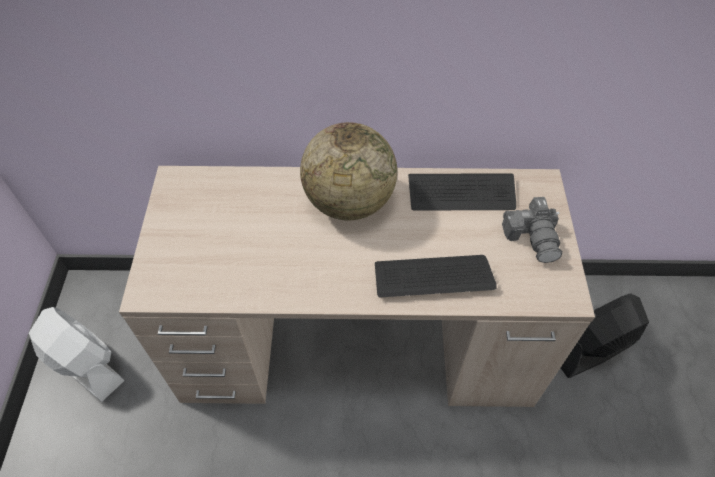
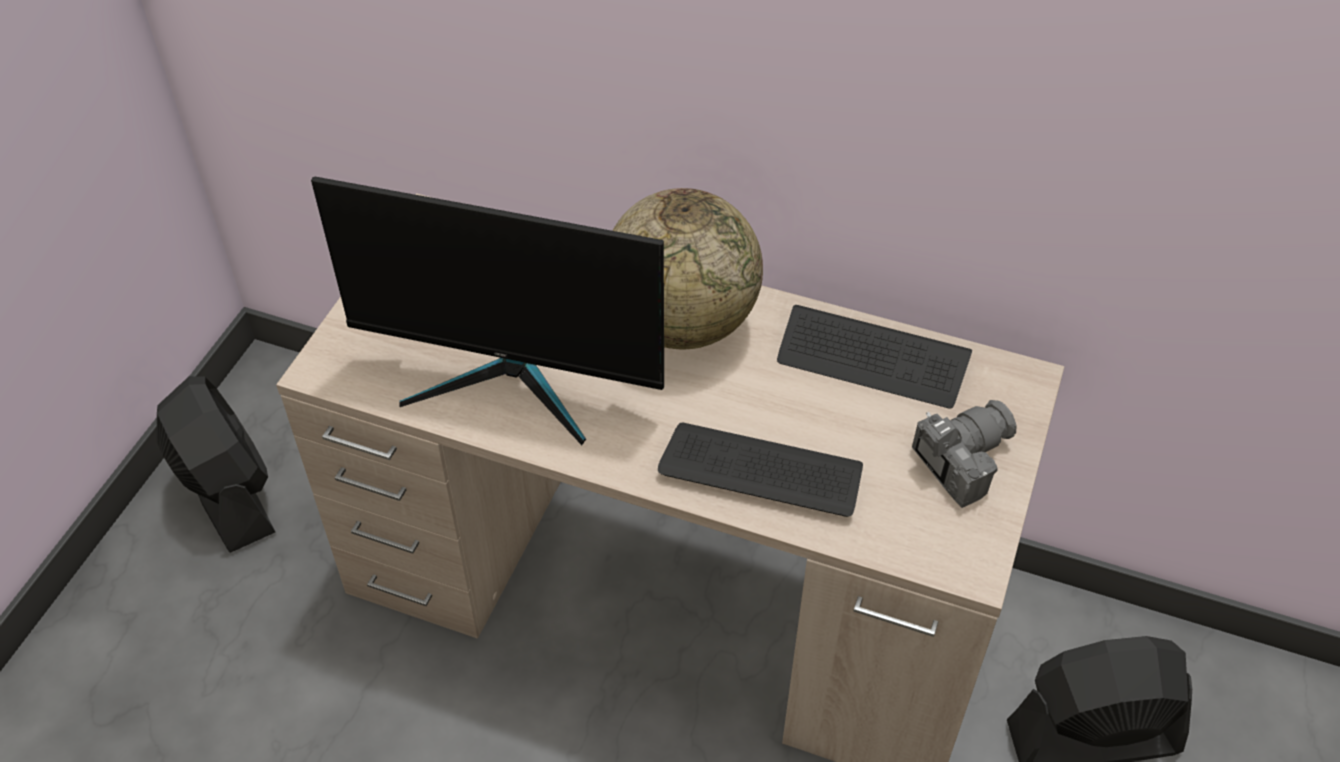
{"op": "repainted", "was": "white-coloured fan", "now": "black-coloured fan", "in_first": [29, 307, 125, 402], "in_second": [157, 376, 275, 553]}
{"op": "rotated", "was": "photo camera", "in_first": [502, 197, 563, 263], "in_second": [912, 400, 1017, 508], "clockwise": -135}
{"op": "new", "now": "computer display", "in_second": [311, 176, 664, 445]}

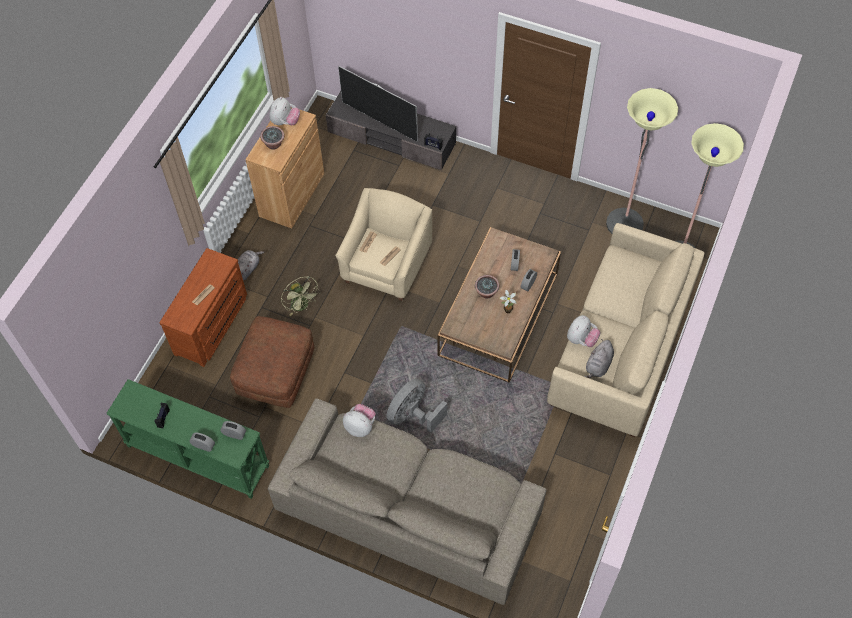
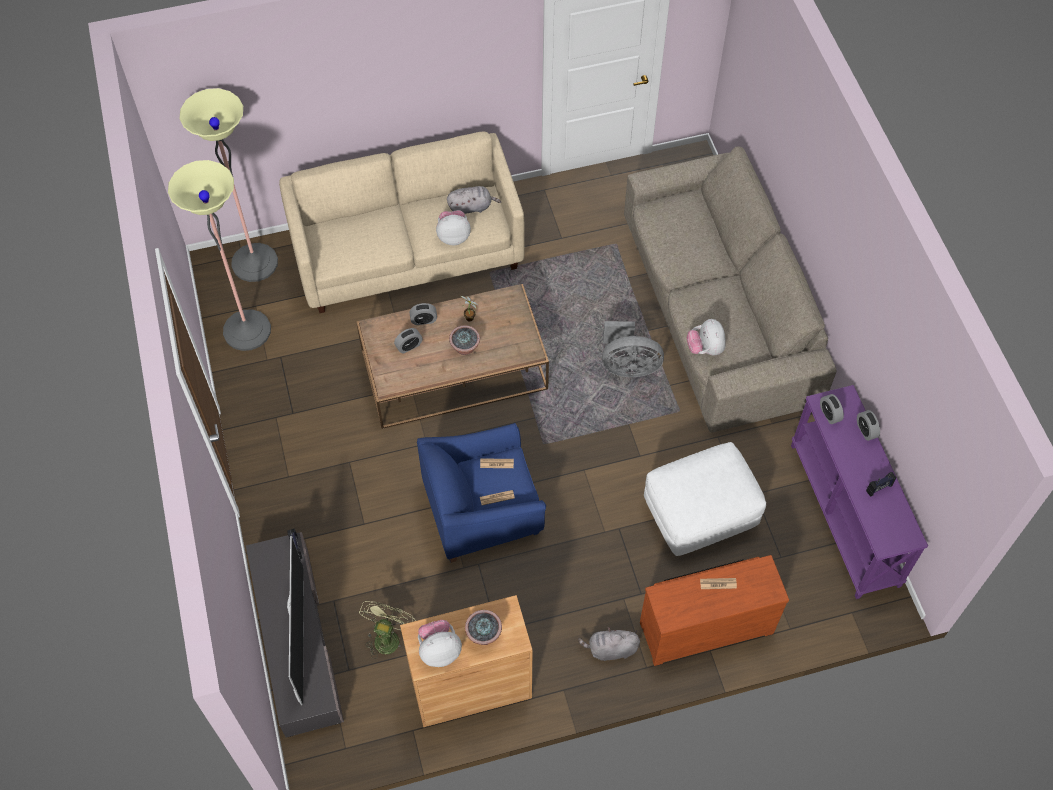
{"op": "repainted", "was": "green-coloured hall table", "now": "purple hall table", "in_first": [106, 379, 269, 499], "in_second": [791, 385, 928, 599]}
{"op": "repainted", "was": "brown-coloured footrest", "now": "white-coloured footrest", "in_first": [230, 316, 314, 408], "in_second": [644, 442, 766, 556]}
{"op": "shifted", "was": "green-coloured fan", "in_first": [281, 276, 319, 316], "in_second": [359, 601, 416, 659]}
{"op": "repainted", "was": "sand-coloured lounge chair", "now": "blue lounge chair", "in_first": [335, 188, 432, 301], "in_second": [417, 423, 546, 563]}

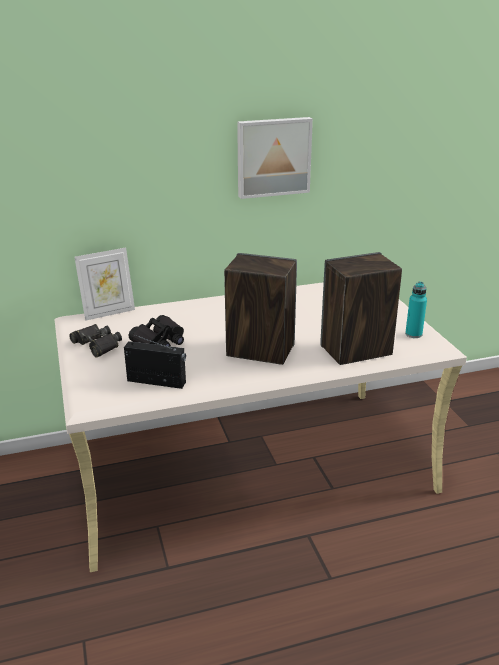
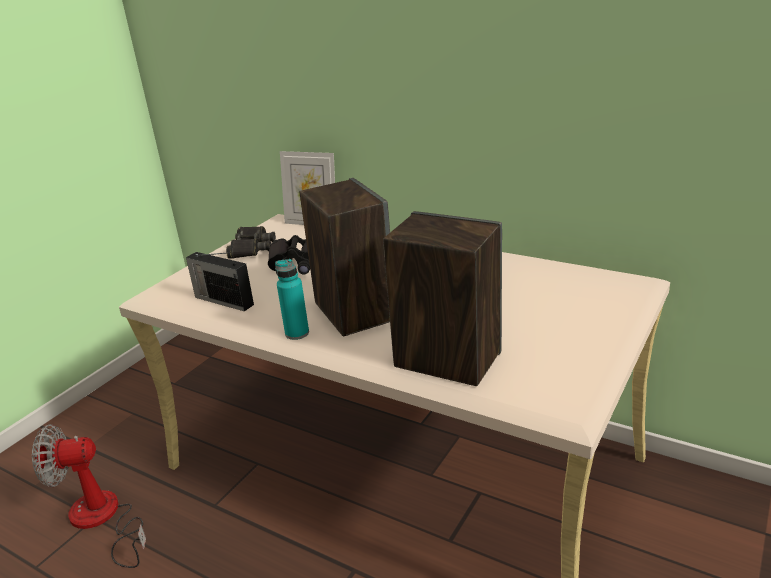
{"op": "rotated", "was": "radio receiver", "in_first": [124, 335, 186, 389], "in_second": [186, 252, 254, 311], "clockwise": 150}
{"op": "gone", "was": "picture", "in_first": [237, 117, 313, 199]}
{"op": "shifted", "was": "blue-green drink bottle", "in_first": [405, 282, 427, 338], "in_second": [275, 259, 309, 340]}
{"op": "new", "now": "fan", "in_second": [32, 424, 146, 568]}

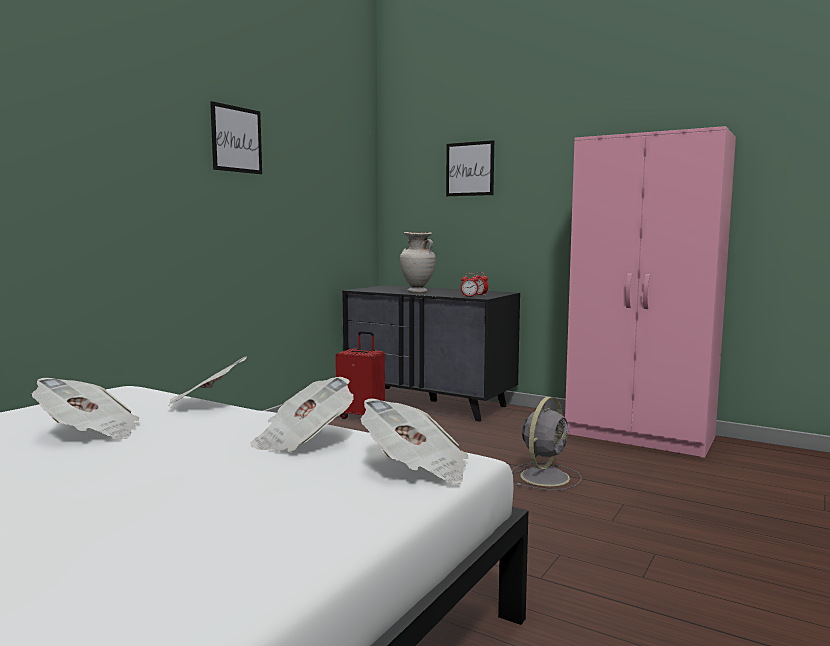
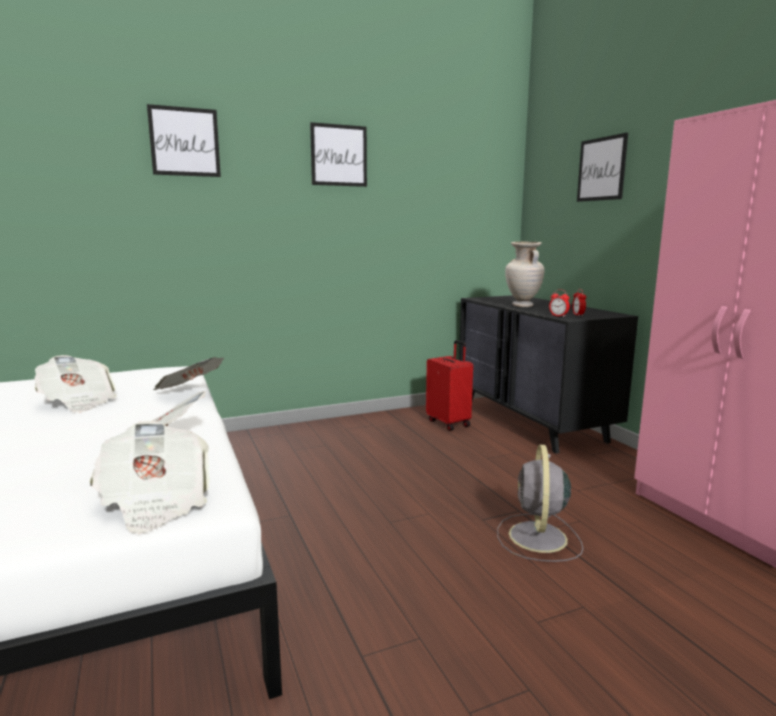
{"op": "rotated", "was": "gray fan", "in_first": [512, 397, 582, 491], "in_second": [497, 445, 583, 562], "clockwise": 120}
{"op": "new", "now": "picture", "in_second": [147, 104, 221, 177]}

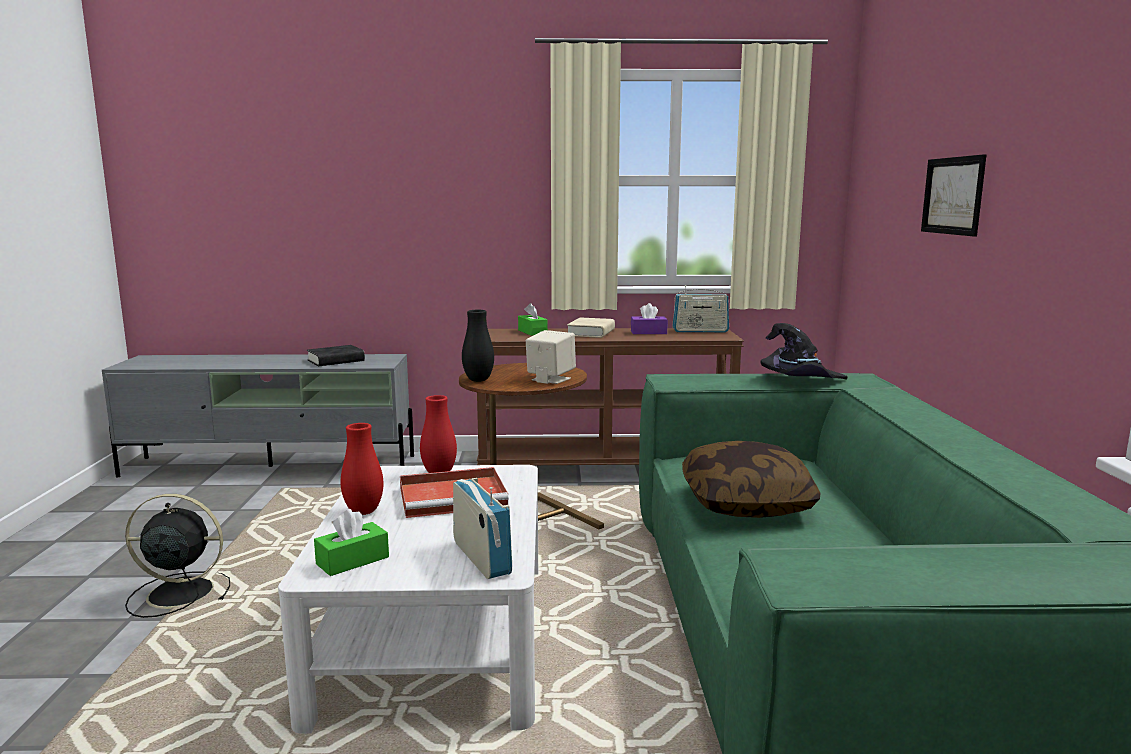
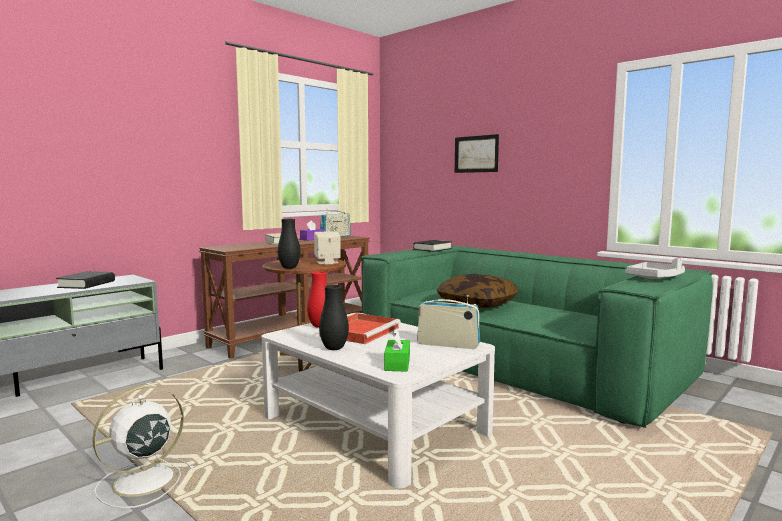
{"op": "repainted", "was": "black-coloured fan", "now": "white-coloured fan", "in_first": [125, 494, 230, 618], "in_second": [93, 386, 194, 508]}
{"op": "repainted", "was": "red vase", "now": "black-coloured vase", "in_first": [340, 423, 384, 515], "in_second": [319, 285, 349, 350]}
{"op": "gone", "was": "green-coloured tissue holder", "in_first": [518, 303, 548, 336]}
{"op": "swapped", "was": "black-coloured clothing hat", "now": "black-coloured book", "in_first": [761, 323, 848, 380], "in_second": [413, 240, 452, 252]}
{"op": "new", "now": "gray serving tray", "in_second": [625, 257, 685, 279]}

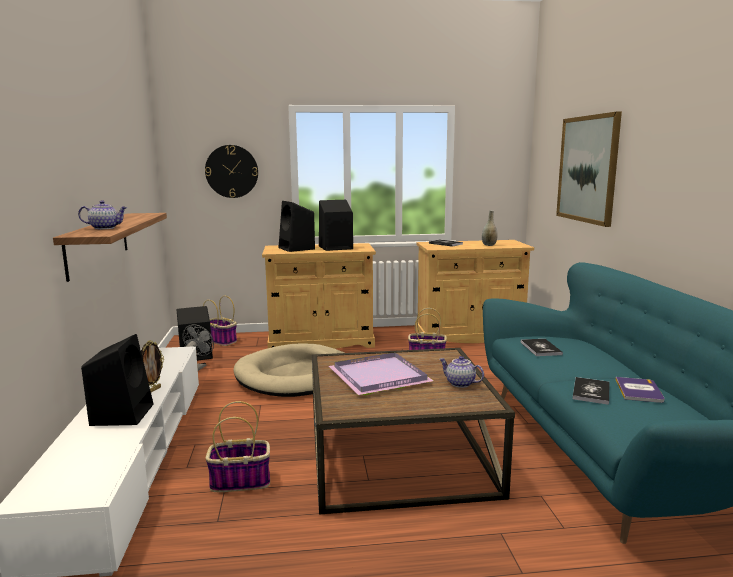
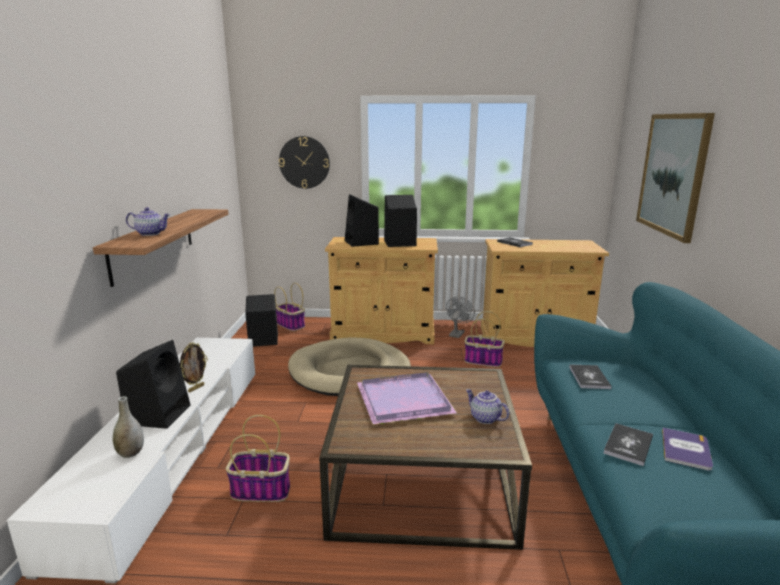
{"op": "shifted", "was": "gray fan", "in_first": [183, 325, 214, 371], "in_second": [446, 297, 475, 338]}
{"op": "shifted", "was": "gray vase", "in_first": [482, 210, 498, 246], "in_second": [113, 396, 144, 458]}

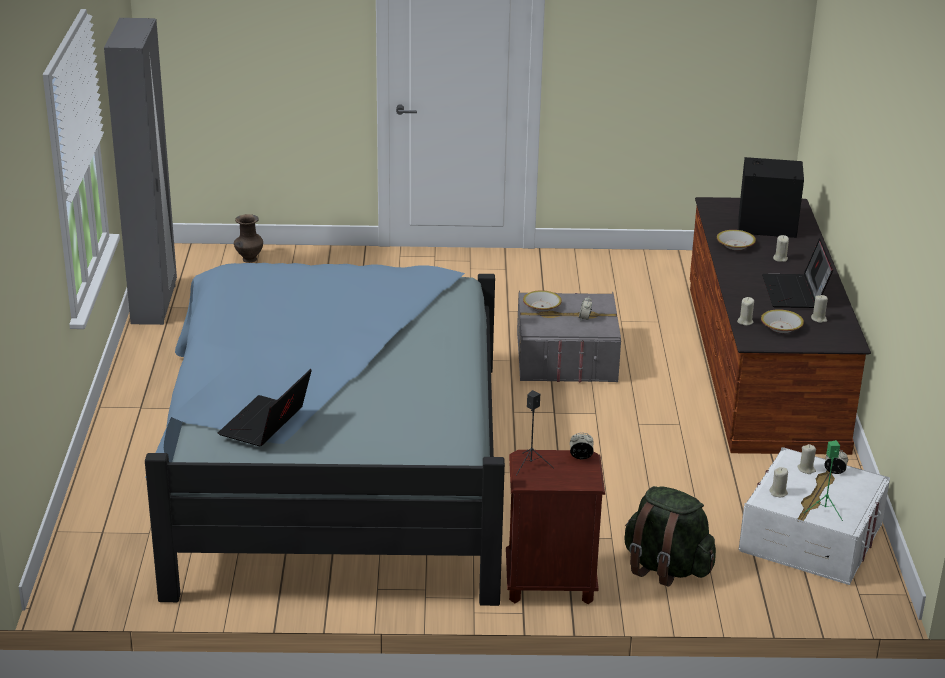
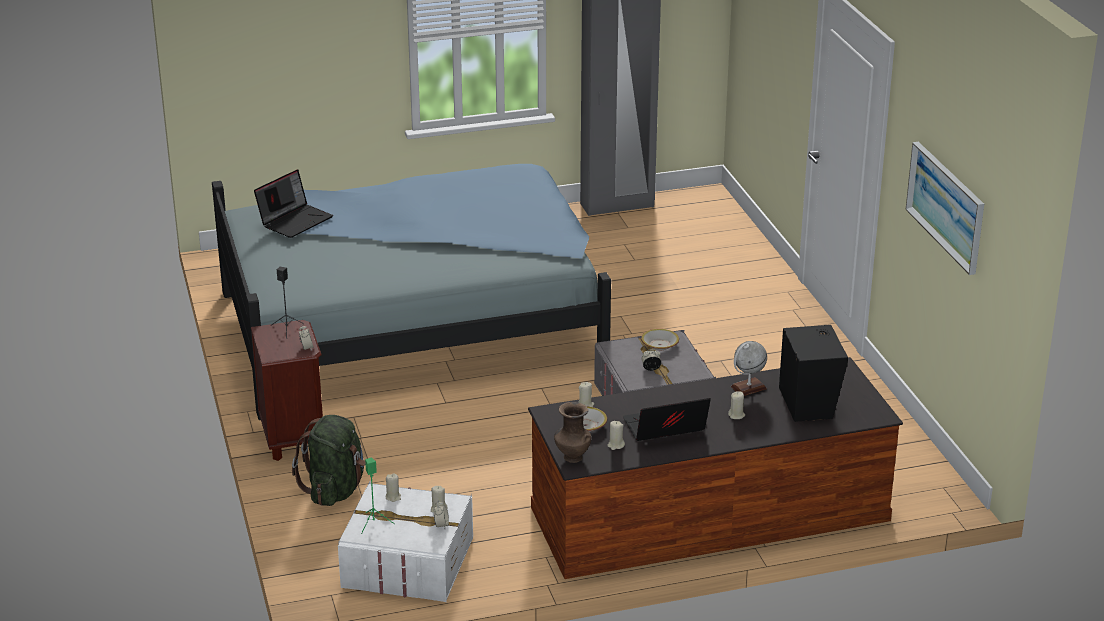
{"op": "rotated", "was": "laptop", "in_first": [218, 369, 312, 447], "in_second": [254, 169, 333, 238], "clockwise": 120}
{"op": "shifted", "was": "brown-coloured vase", "in_first": [234, 214, 263, 263], "in_second": [554, 402, 591, 463]}
{"op": "swapped", "was": "bowl", "now": "desk globe", "in_first": [717, 230, 756, 250], "in_second": [731, 341, 767, 396]}
{"op": "new", "now": "picture", "in_second": [906, 142, 984, 275]}

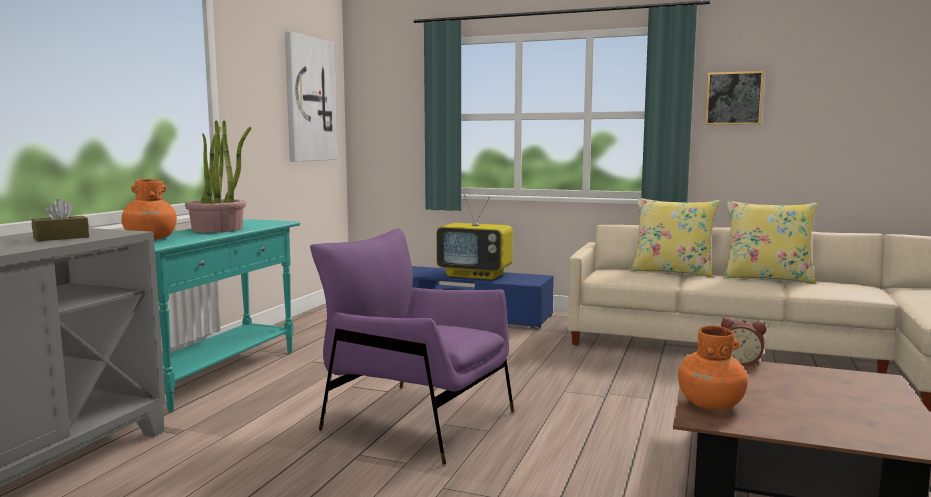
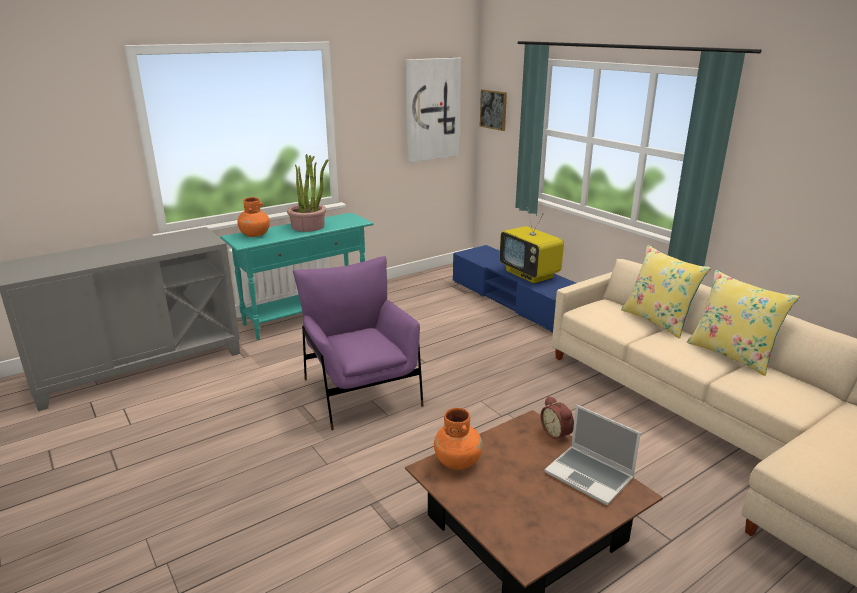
{"op": "gone", "was": "brown-coloured tissue holder", "in_first": [32, 199, 89, 241]}
{"op": "shifted", "was": "picture", "in_first": [705, 71, 764, 125], "in_second": [480, 89, 507, 131]}
{"op": "new", "now": "laptop", "in_second": [544, 405, 641, 505]}

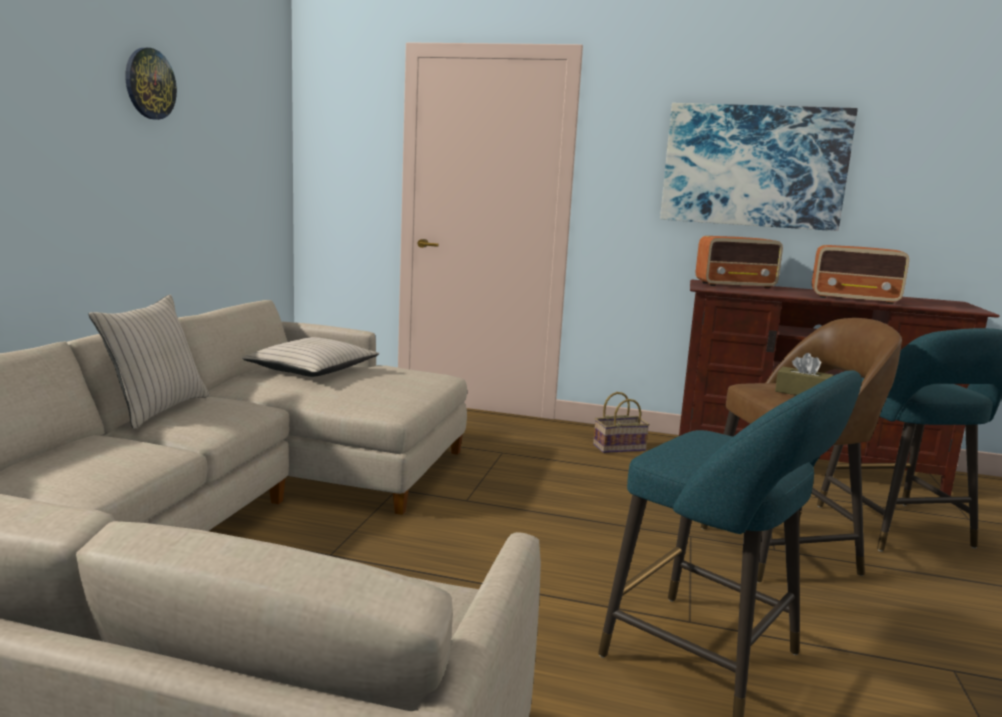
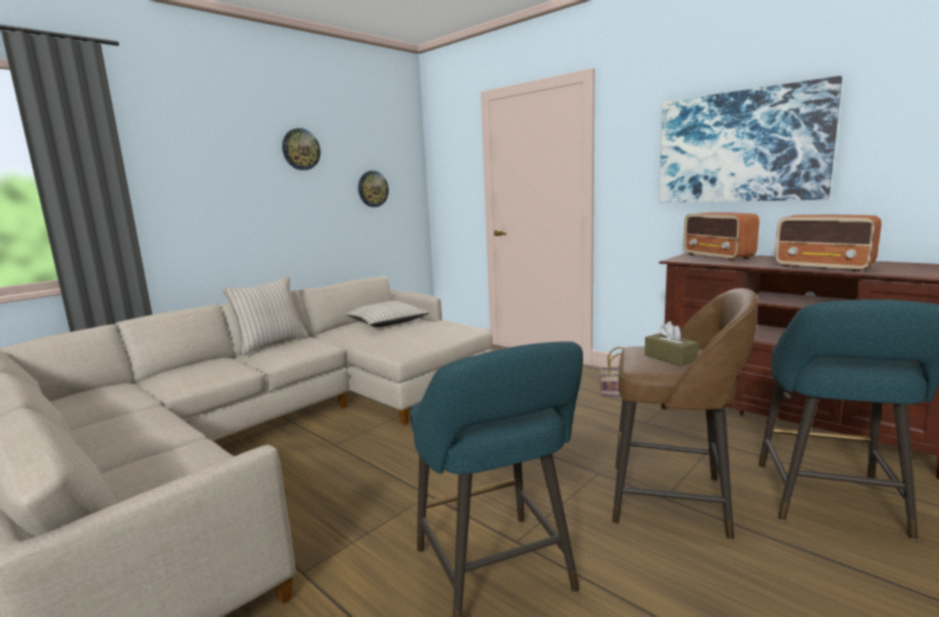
{"op": "rotated", "was": "radio receiver", "in_first": [696, 236, 783, 289], "in_second": [683, 212, 759, 261], "clockwise": 45}
{"op": "new", "now": "wall clock", "in_second": [358, 171, 389, 207]}

